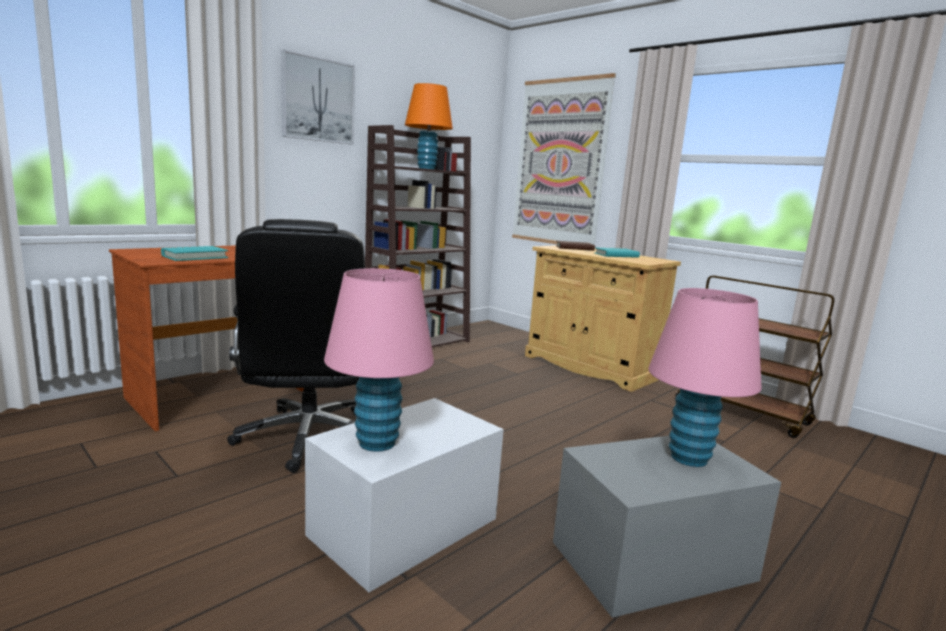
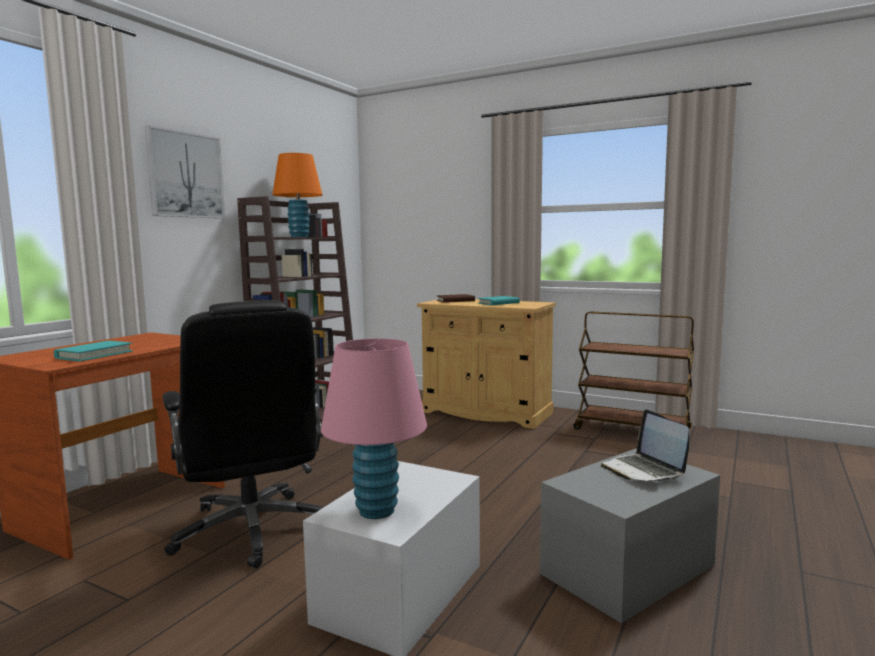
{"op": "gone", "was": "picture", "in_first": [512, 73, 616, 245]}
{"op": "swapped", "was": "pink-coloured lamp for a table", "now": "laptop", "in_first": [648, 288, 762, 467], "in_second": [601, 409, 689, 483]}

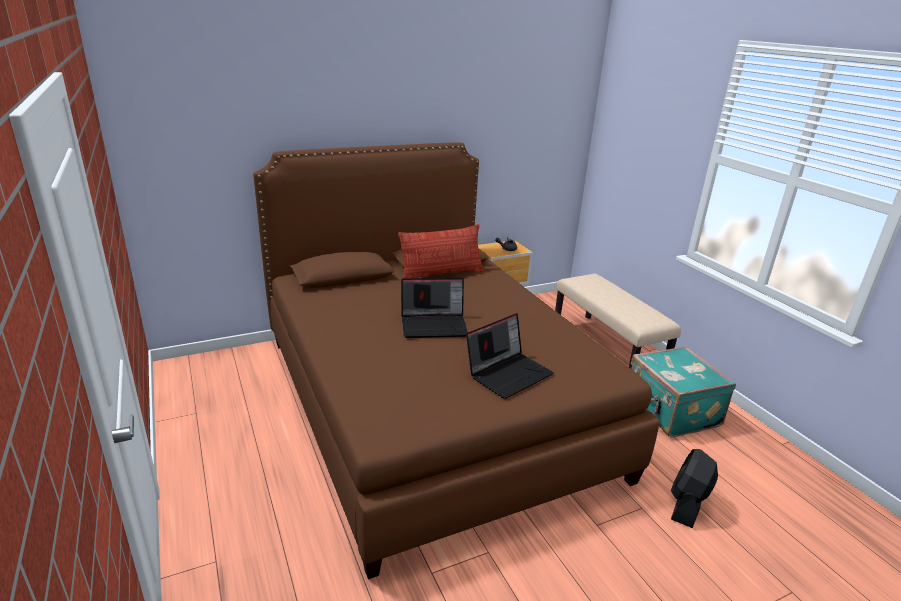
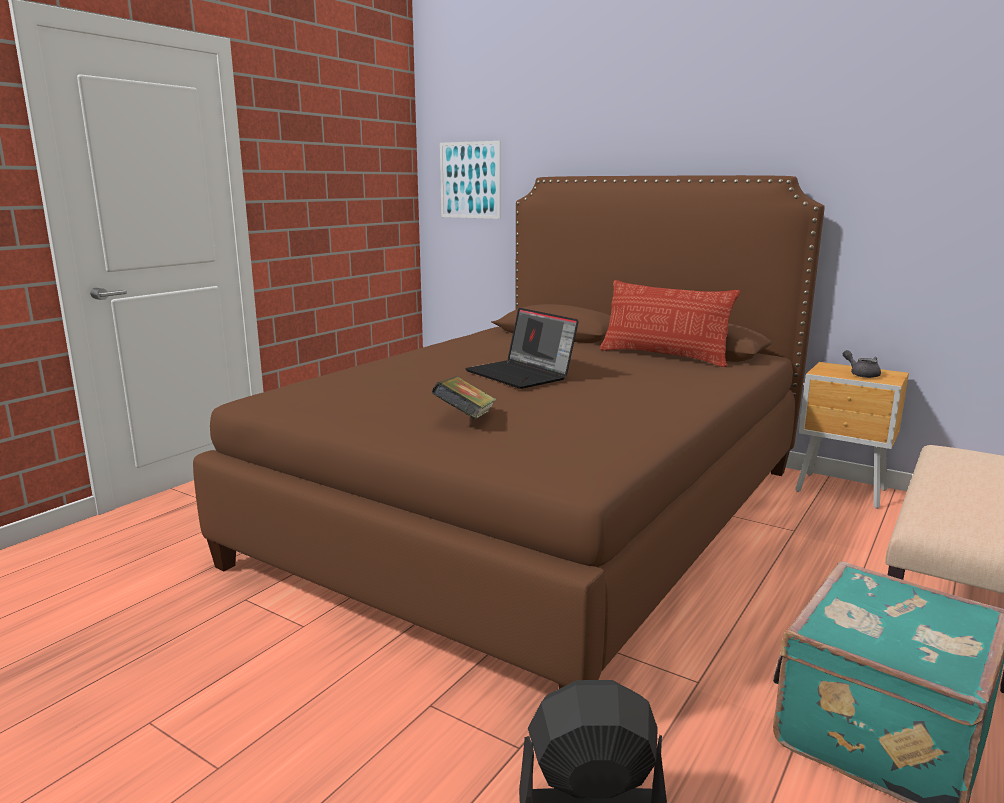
{"op": "swapped", "was": "laptop", "now": "book", "in_first": [466, 313, 554, 399], "in_second": [432, 376, 496, 419]}
{"op": "new", "now": "picture", "in_second": [440, 141, 501, 219]}

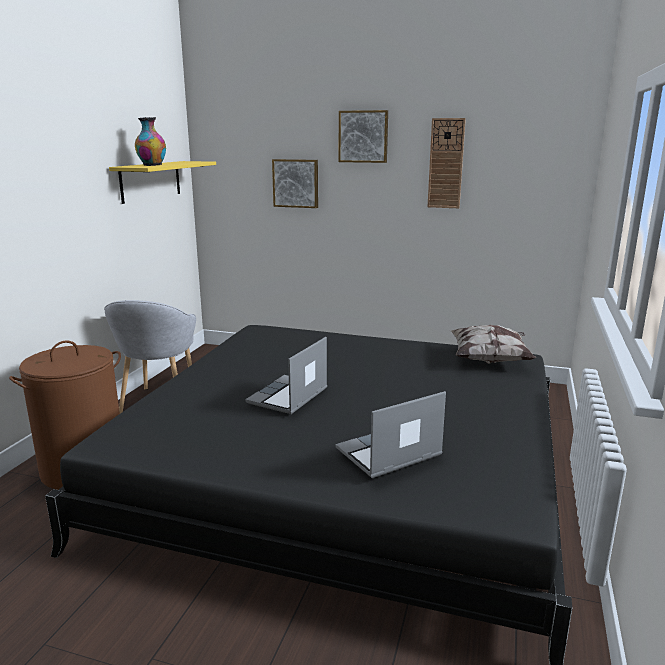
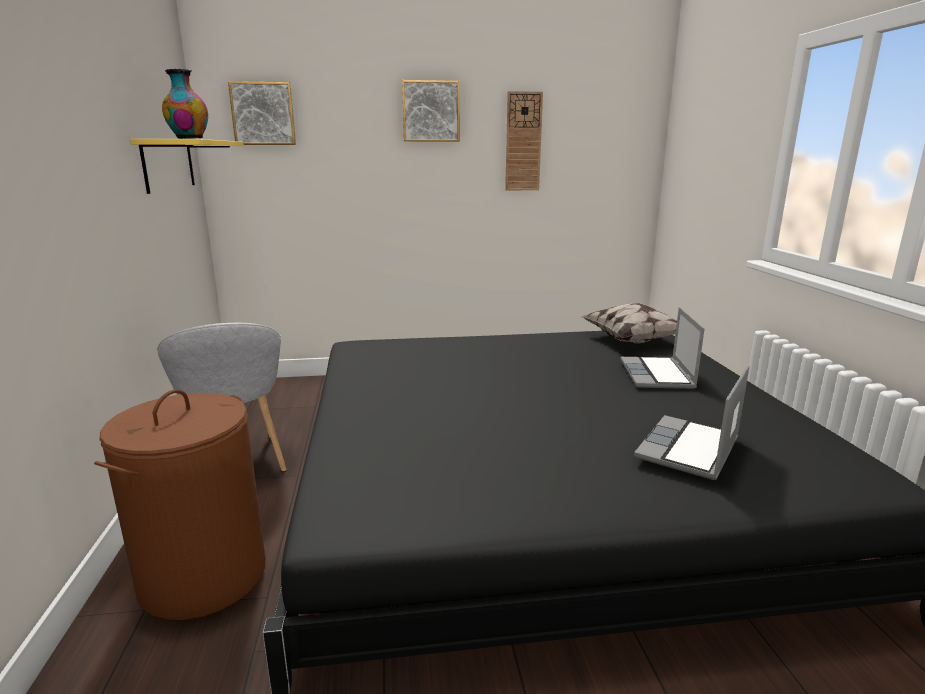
{"op": "shifted", "was": "laptop", "in_first": [245, 337, 327, 414], "in_second": [620, 307, 705, 389]}
{"op": "shifted", "was": "picture", "in_first": [272, 159, 318, 208], "in_second": [228, 81, 296, 145]}

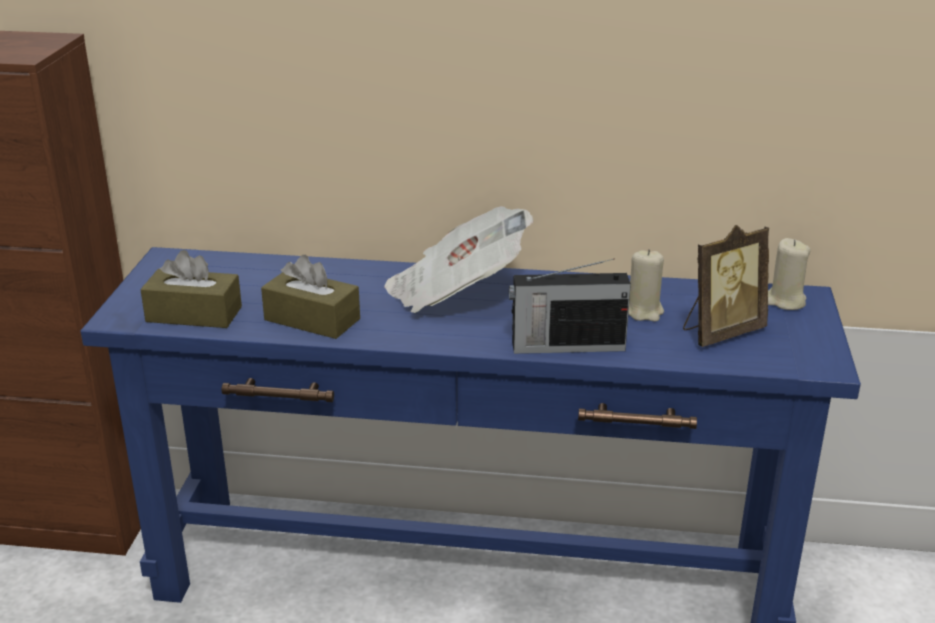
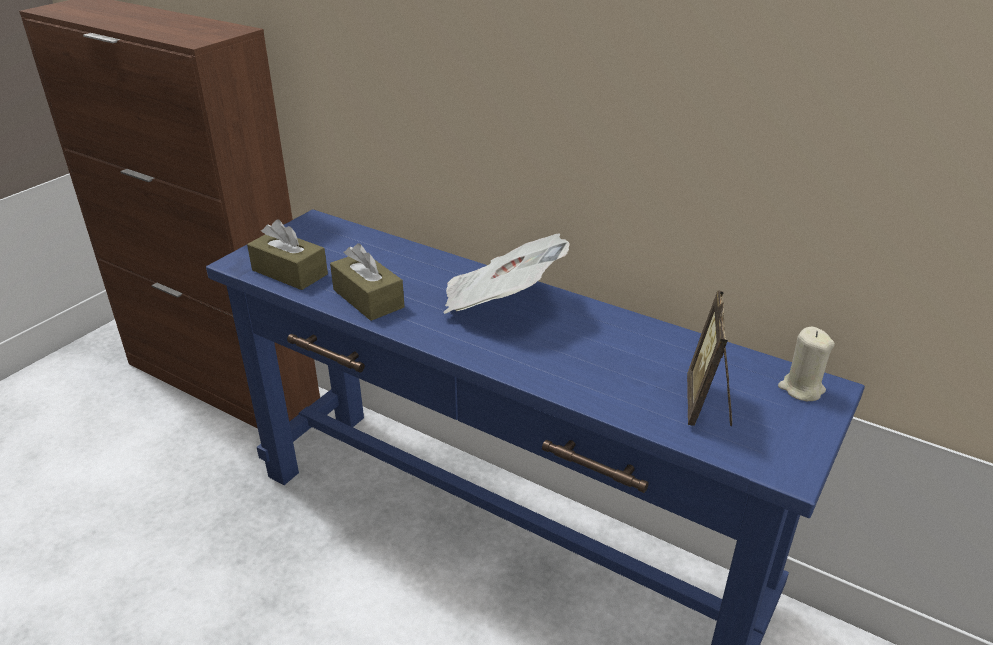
{"op": "gone", "was": "radio receiver", "in_first": [509, 258, 631, 354]}
{"op": "gone", "was": "sand-coloured wax candle", "in_first": [628, 249, 664, 322]}
{"op": "rotated", "was": "standing frame", "in_first": [683, 225, 769, 347], "in_second": [687, 290, 732, 426], "clockwise": 105}

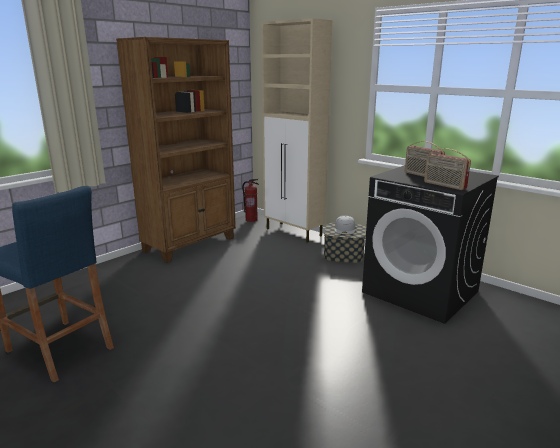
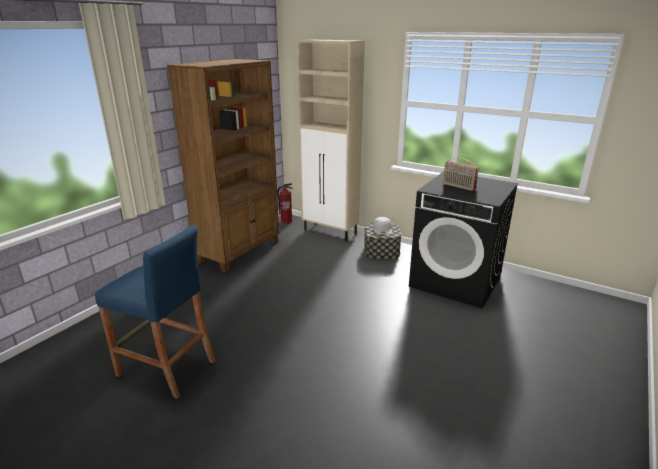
{"op": "gone", "was": "radio receiver", "in_first": [424, 149, 471, 190]}

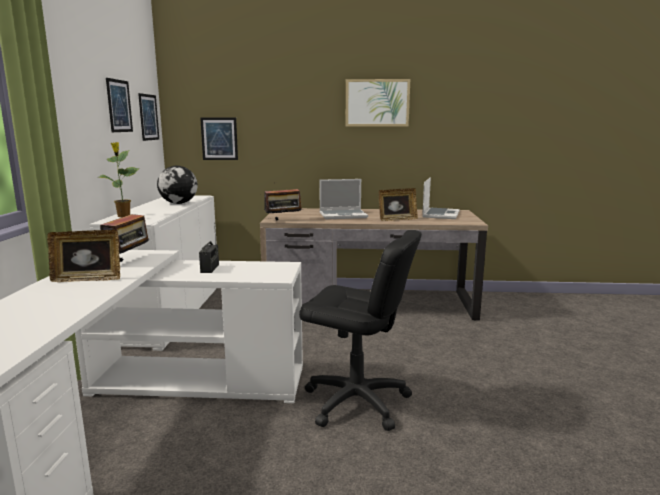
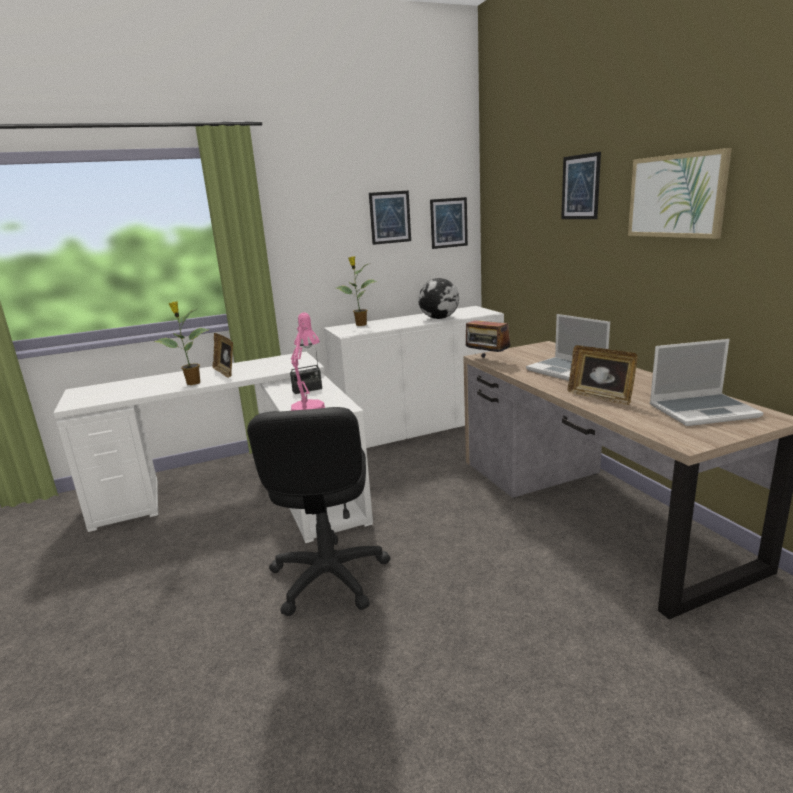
{"op": "gone", "was": "radio receiver", "in_first": [100, 214, 152, 262]}
{"op": "shifted", "was": "picture", "in_first": [200, 118, 238, 160], "in_second": [561, 152, 601, 219]}
{"op": "new", "now": "plant in a pot", "in_second": [154, 301, 210, 385]}
{"op": "new", "now": "pink-coloured lamp for a table", "in_second": [291, 312, 325, 411]}

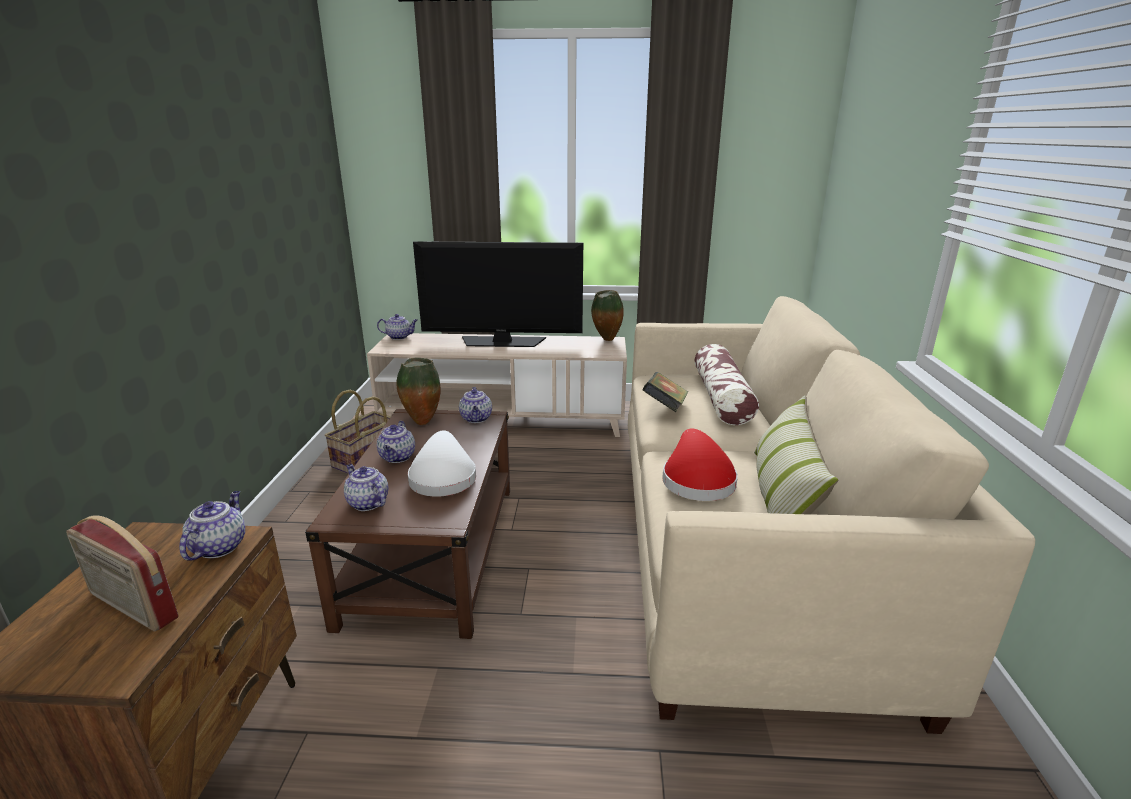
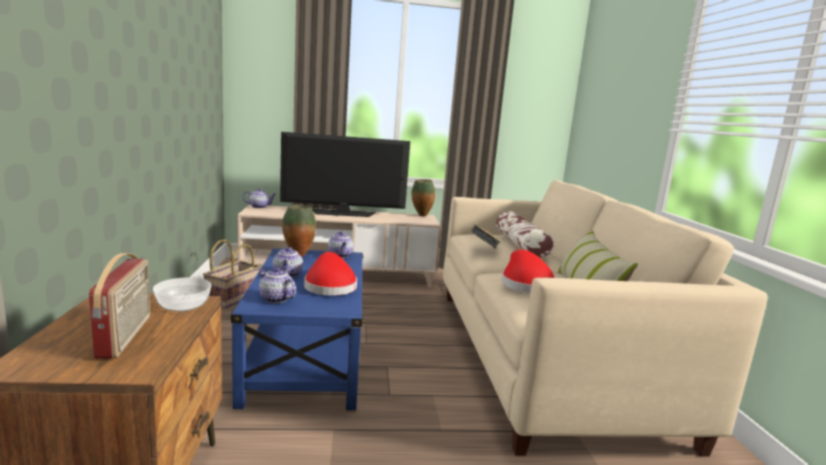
{"op": "rotated", "was": "radio receiver", "in_first": [66, 515, 179, 632], "in_second": [89, 253, 150, 359], "clockwise": -120}
{"op": "swapped", "was": "teapot", "now": "bowl", "in_first": [179, 491, 245, 561], "in_second": [153, 278, 211, 312]}
{"op": "repainted", "was": "brown-coloured low table", "now": "blue low table", "in_first": [305, 409, 510, 639], "in_second": [230, 248, 364, 411]}
{"op": "repainted", "was": "white-coloured clothing hat", "now": "red clothing hat", "in_first": [408, 430, 476, 497], "in_second": [304, 252, 357, 296]}

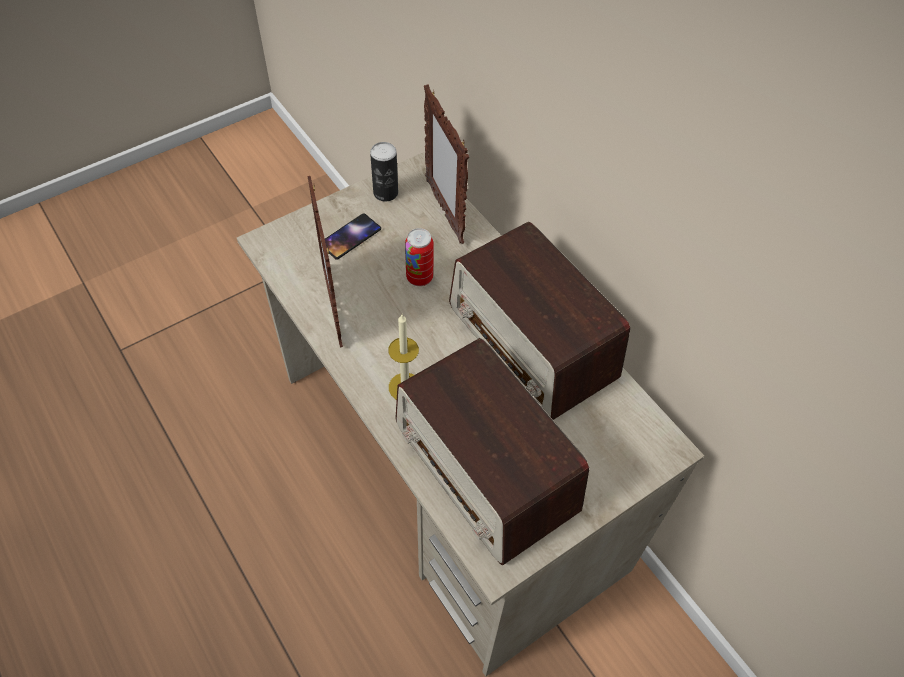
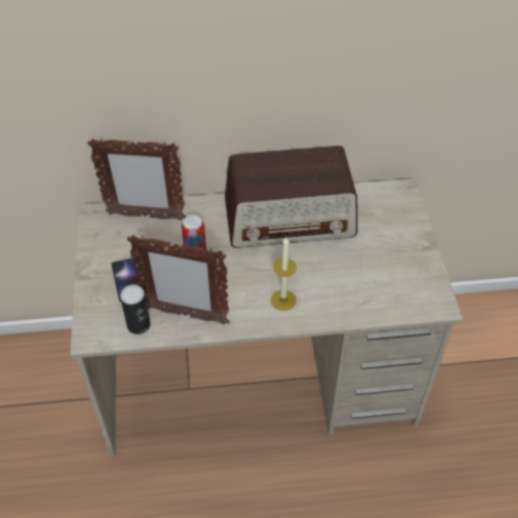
{"op": "shifted", "was": "sealed can", "in_first": [370, 142, 398, 201], "in_second": [120, 284, 150, 334]}
{"op": "gone", "was": "radio receiver", "in_first": [395, 338, 589, 566]}

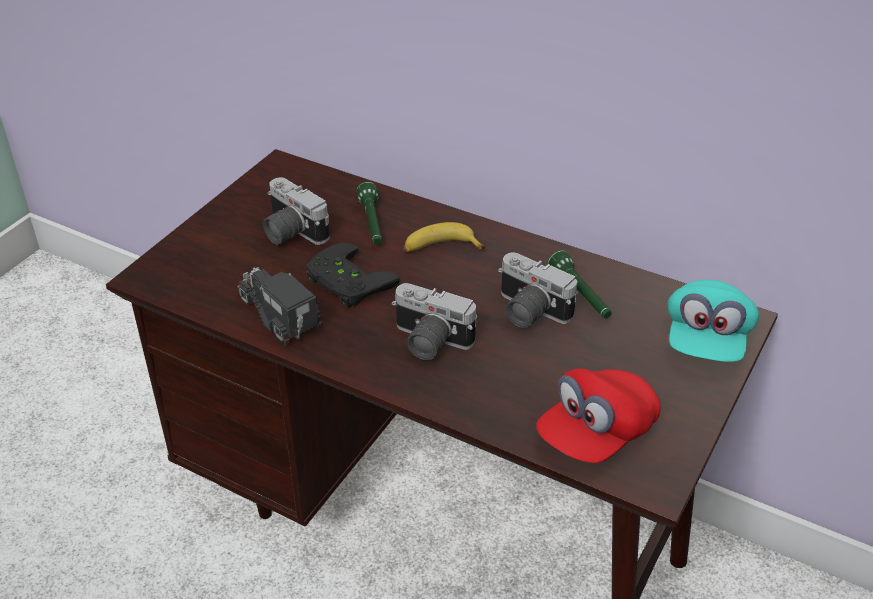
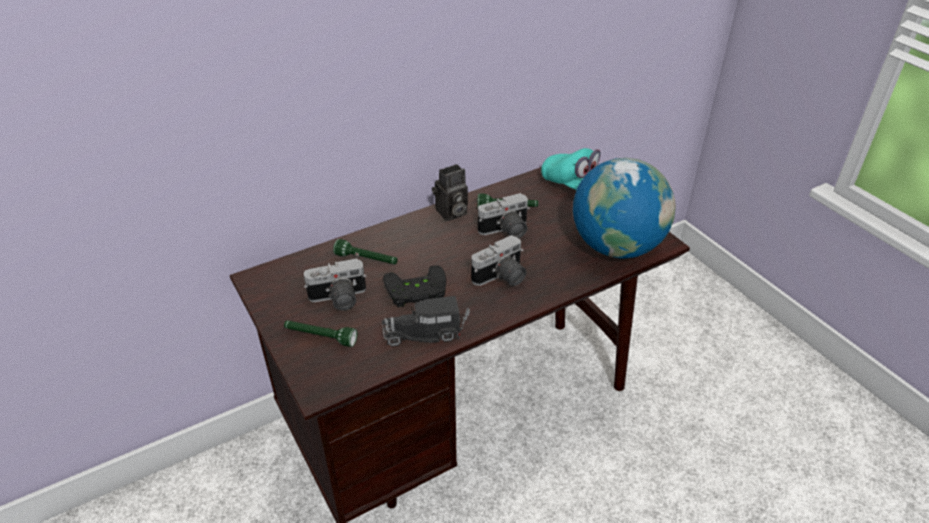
{"op": "gone", "was": "whole banana", "in_first": [403, 222, 485, 252]}
{"op": "swapped", "was": "red baseball cap", "now": "desk globe", "in_first": [536, 368, 661, 463], "in_second": [573, 158, 676, 258]}
{"op": "new", "now": "green-coloured hand torch", "in_second": [284, 320, 357, 347]}
{"op": "new", "now": "photo camera", "in_second": [432, 164, 468, 221]}

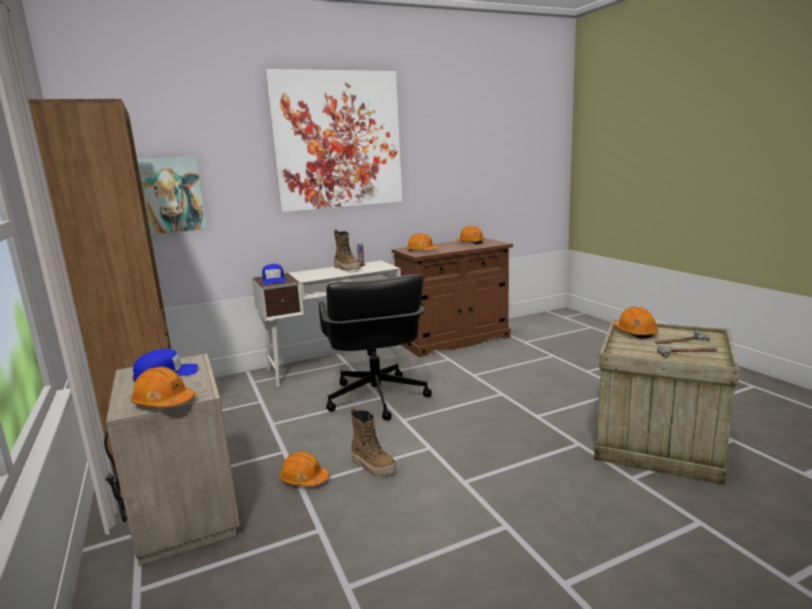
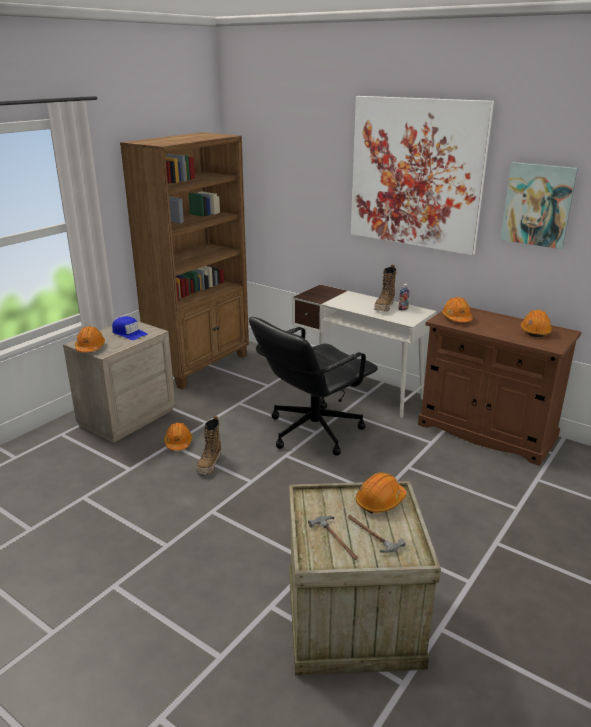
{"op": "shifted", "was": "picture", "in_first": [137, 156, 207, 235], "in_second": [500, 162, 578, 249]}
{"op": "gone", "was": "blue baseball cap", "in_first": [262, 264, 285, 285]}

